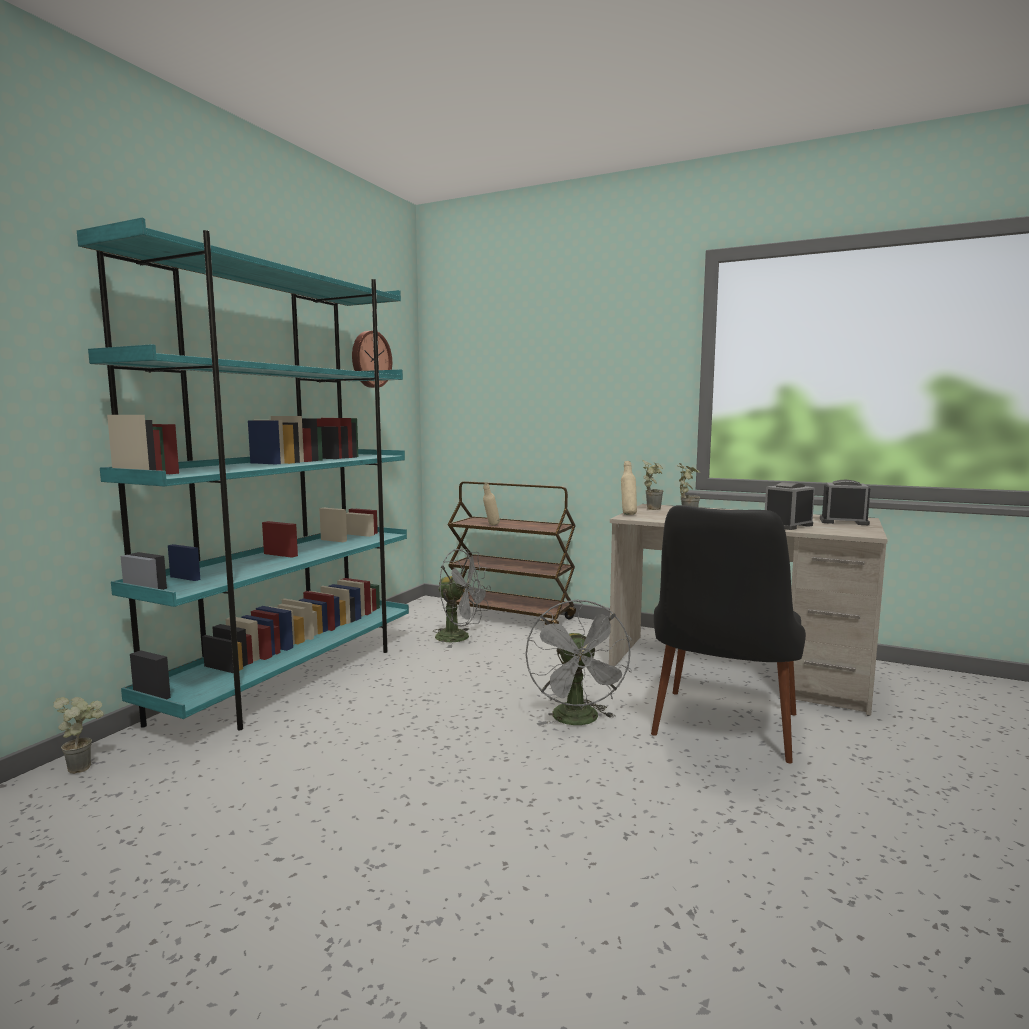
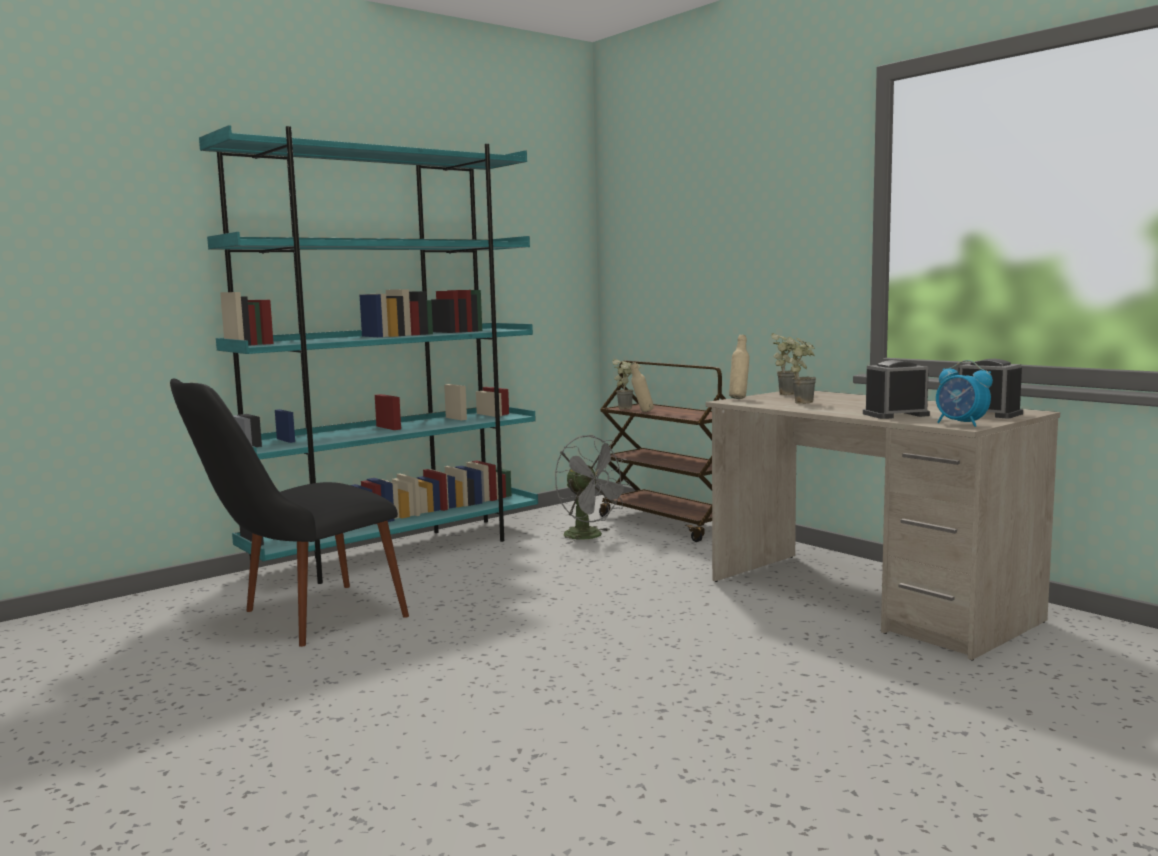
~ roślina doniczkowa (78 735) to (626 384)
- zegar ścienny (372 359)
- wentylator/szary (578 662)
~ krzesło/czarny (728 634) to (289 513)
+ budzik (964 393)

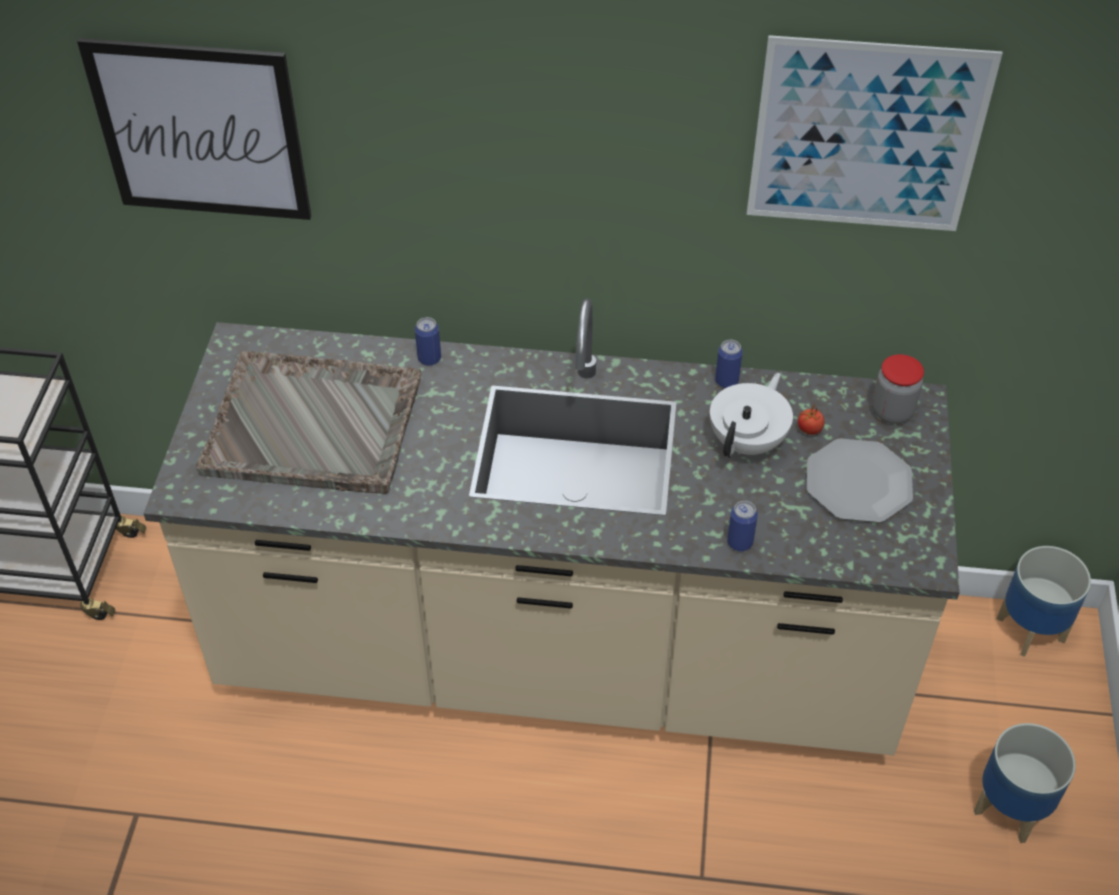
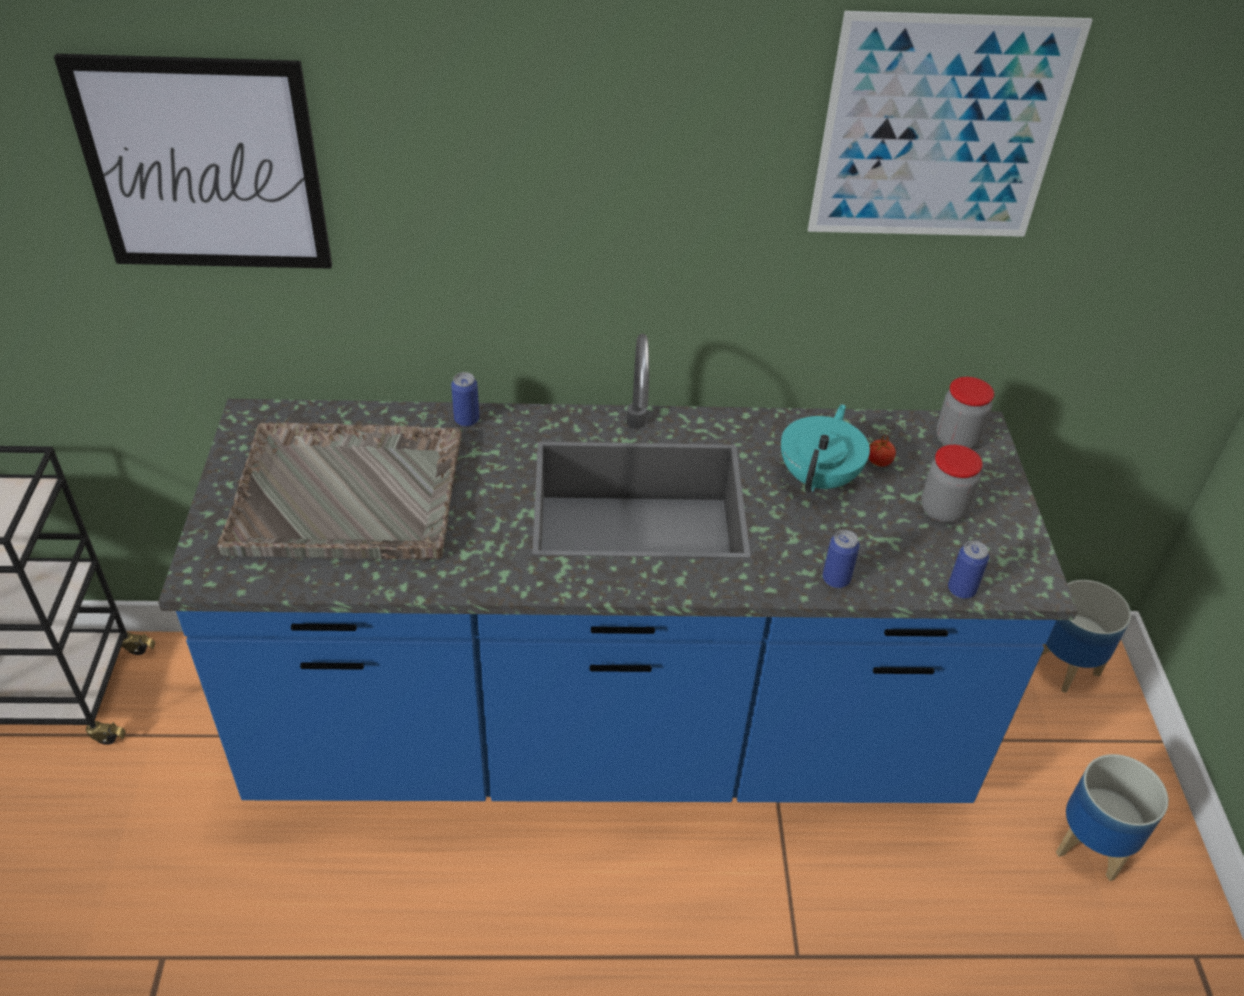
~ zabudowa kuchenna/beżowy (551 526) to zabudowa kuchenna/niebieski (618 568)
~ imbryk/biały (751 415) to imbryk/turkusowy (825 448)
~ puszka (729 364) to (968 570)
~ talerz (860 480) to słoik (952 484)

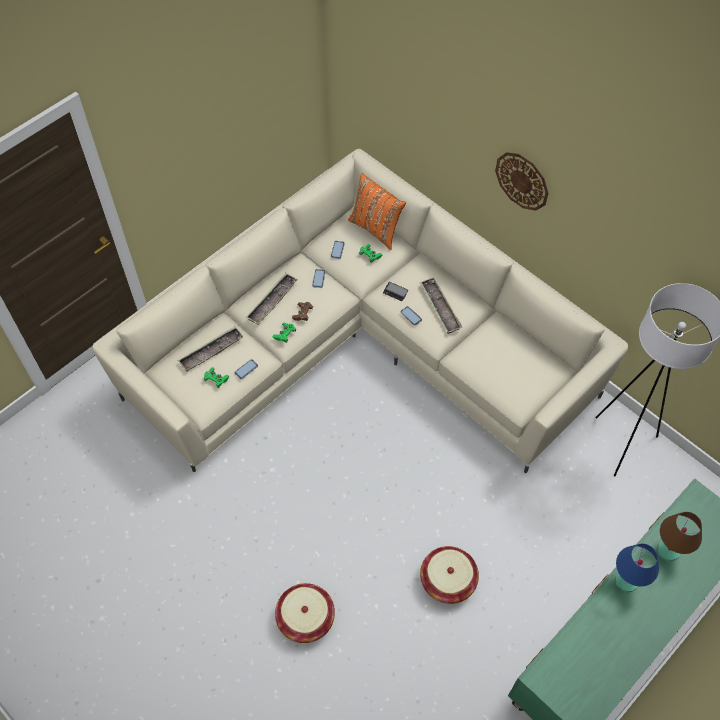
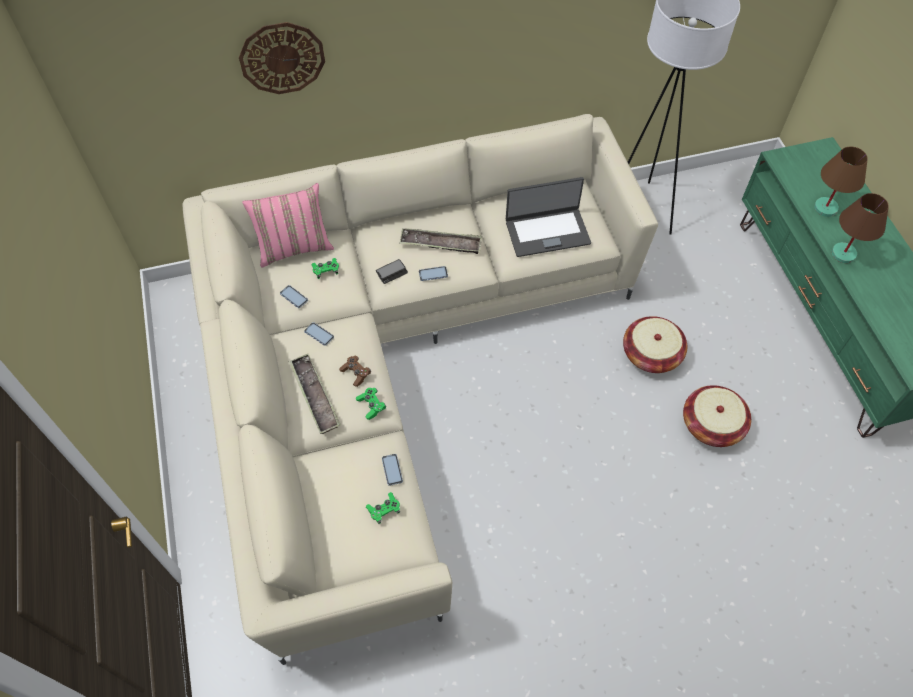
- taca (210 349)
~ koszyk (305 613) to (655 344)
~ poduszka/pomarańczowy (377 211) to poduszka/różowy (288 225)
~ zegar ścienny (521 181) to (282 58)
~ lampa stołowa/niebieski (637 567) to lampa stołowa/brązowy (860 228)
+ laptop (548 217)

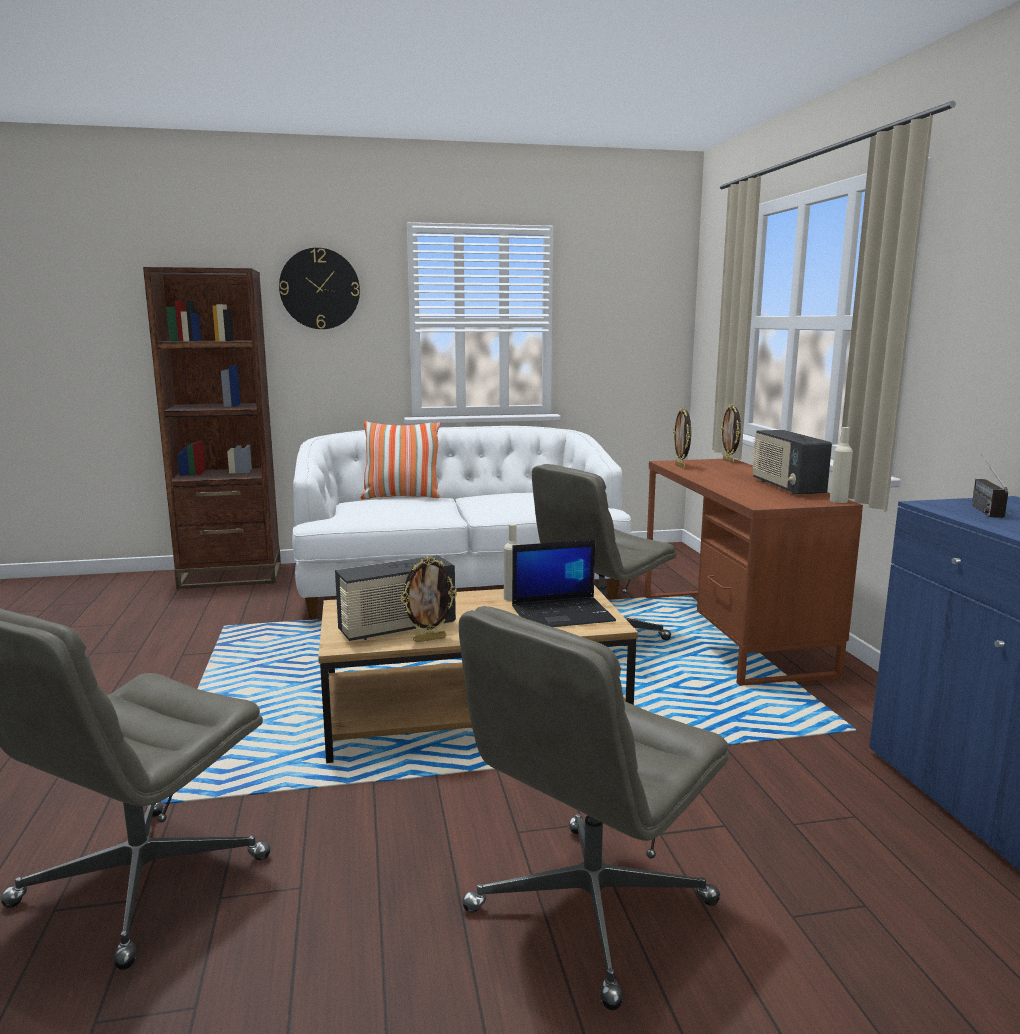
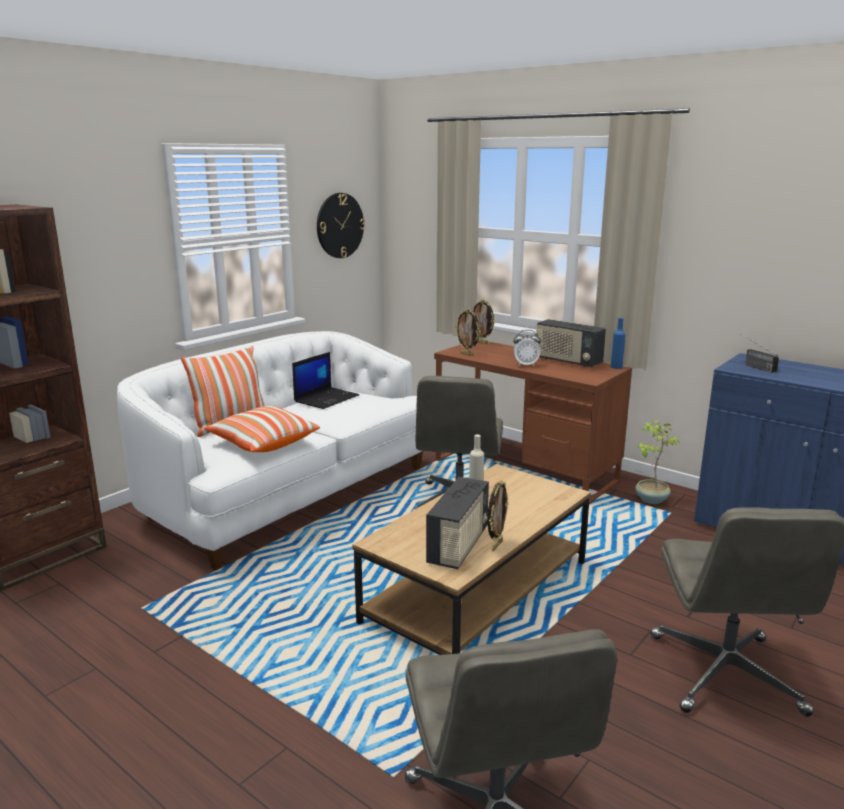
~ zegar ścienny (319 288) to (341 225)
~ laptop (564 583) to (325 380)
~ butelka/beżowy (841 465) to butelka/niebieski (618 343)
+ poduszka (262 429)
+ budzik (527 348)
+ roślina doniczkowa (657 462)

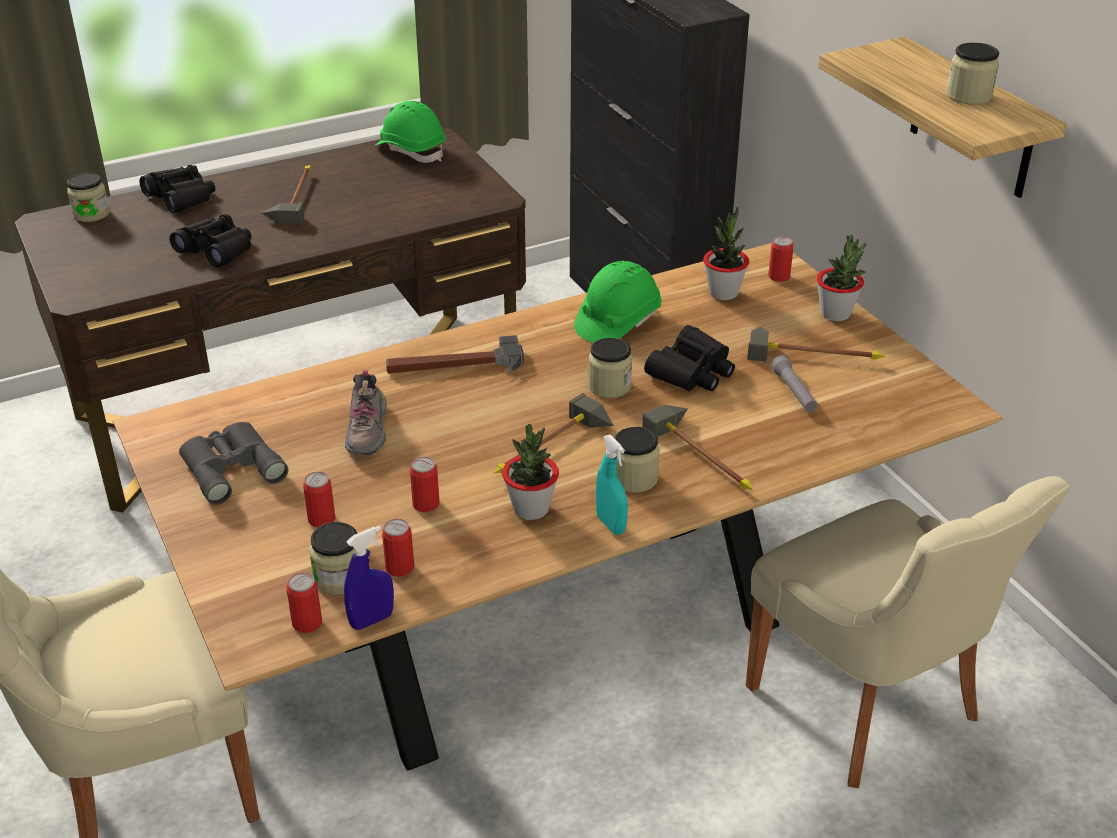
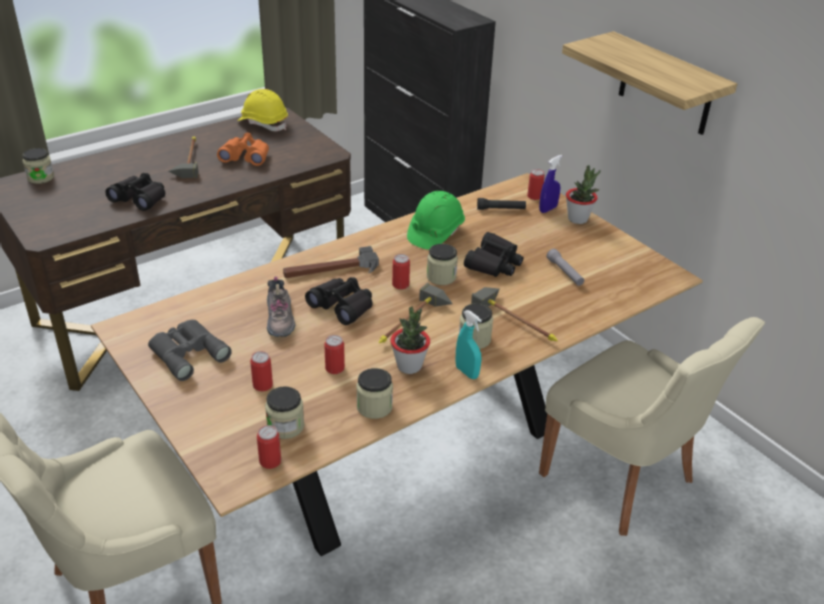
~ lornetka/czarny (177 189) to (339 301)
~ spryskiwacz/niebieski (369 578) to (550 184)
~ kask/zielony (410 132) to kask/żółty (262 110)
~ puszka (398 547) to (401 272)
~ roślina doniczkowa (726 253) to latarka/czarny (501 204)
- młotek (816 344)
~ słoik (972 73) to (374 393)
+ lornetka/pomarańczowy (243 149)

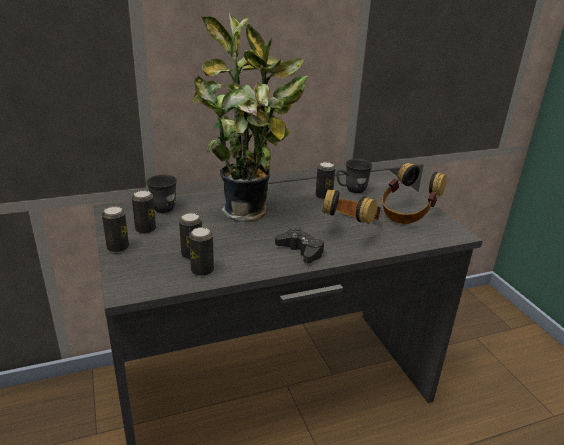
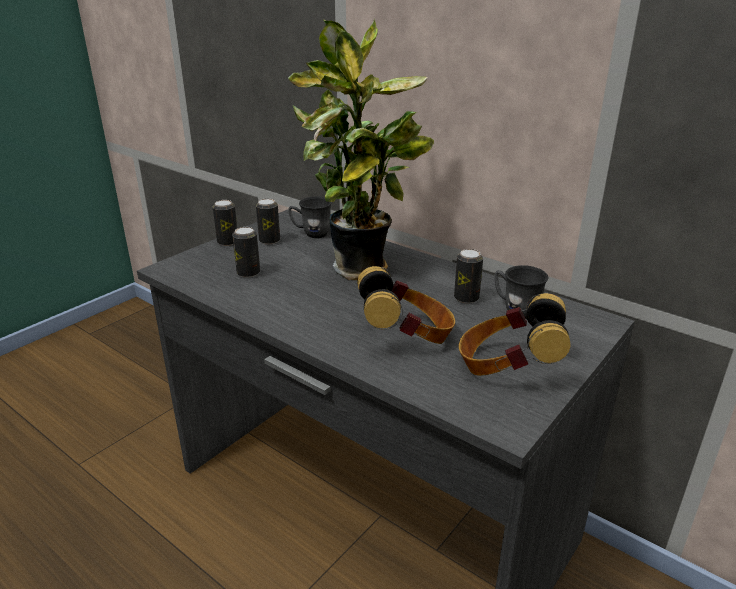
- puszka (201 251)
- pad do gier/czarny (299 245)

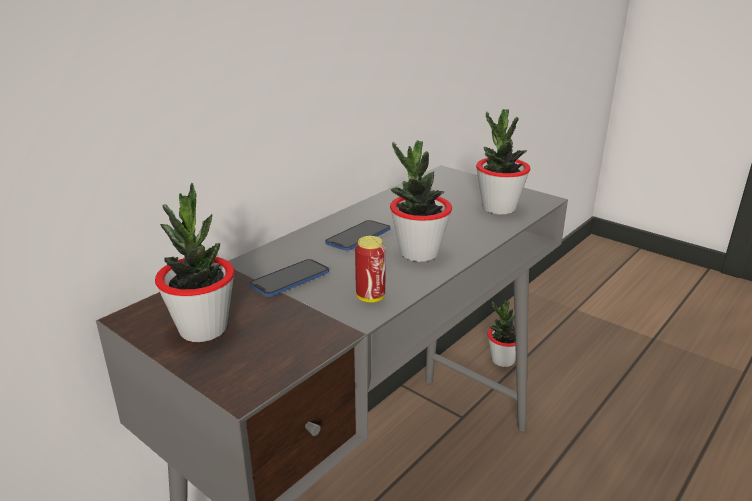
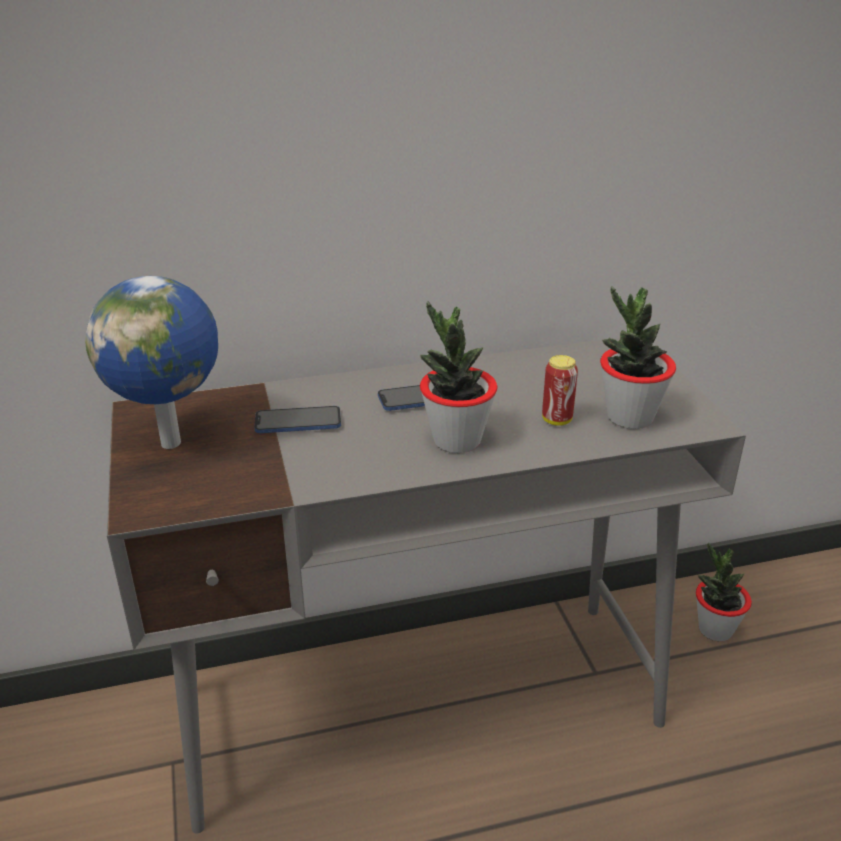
~ roślina doniczkowa (195 262) to globus (151 362)
~ puszka (370 269) to (560 390)

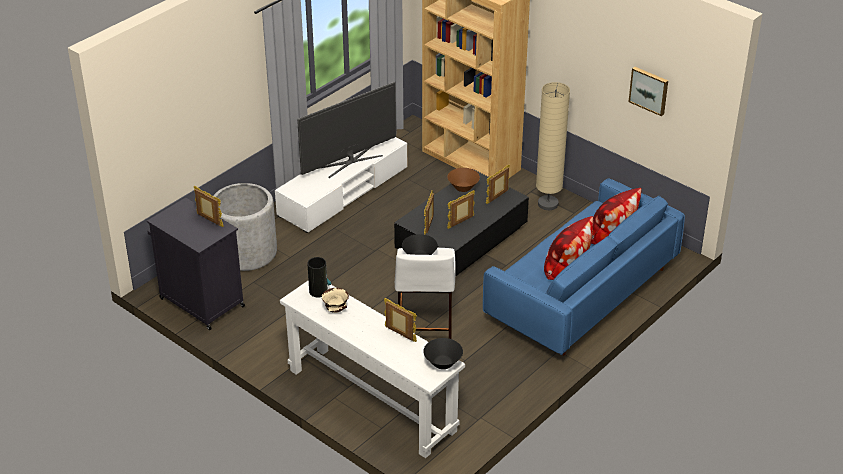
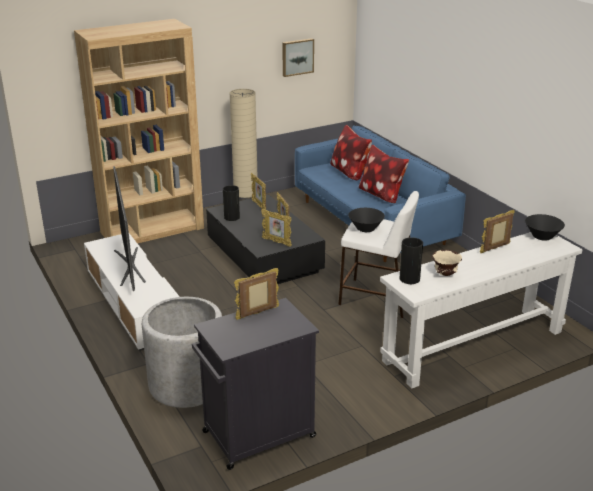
~ miska/brązowy (463 180) to wazon (231 203)

